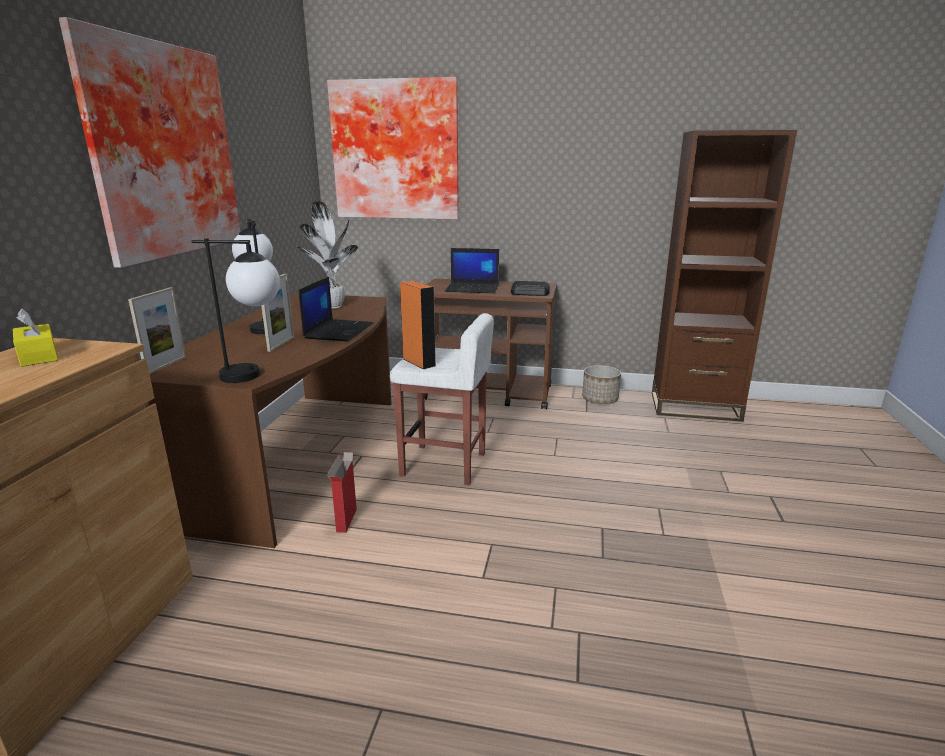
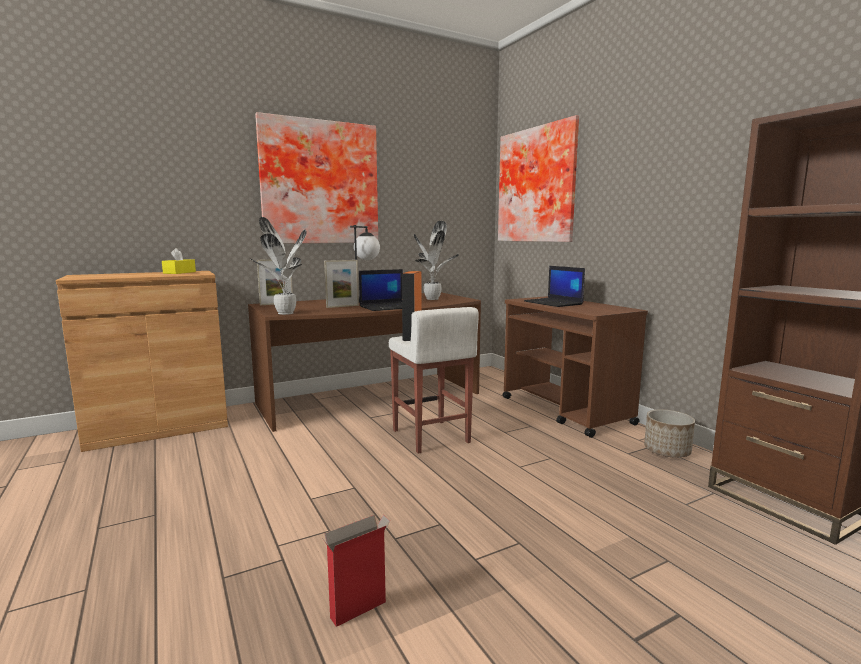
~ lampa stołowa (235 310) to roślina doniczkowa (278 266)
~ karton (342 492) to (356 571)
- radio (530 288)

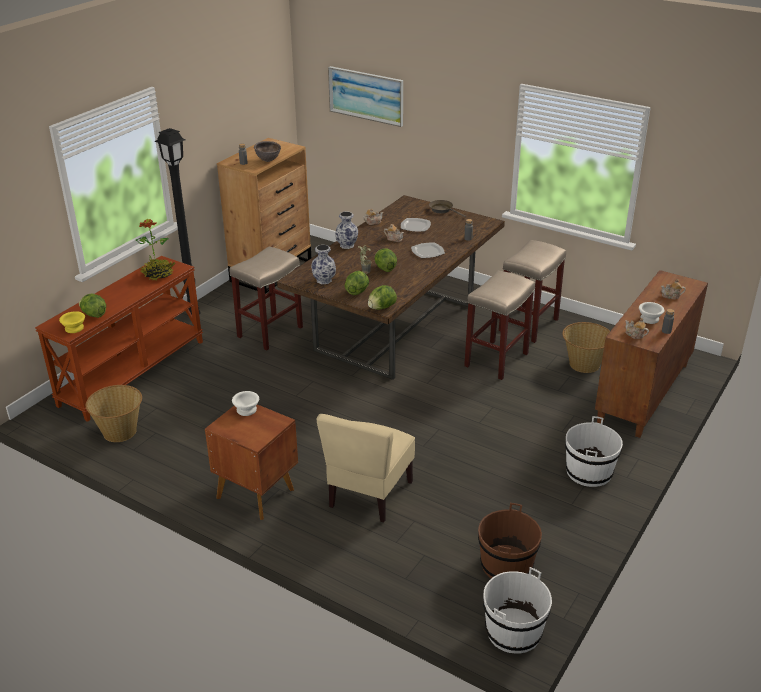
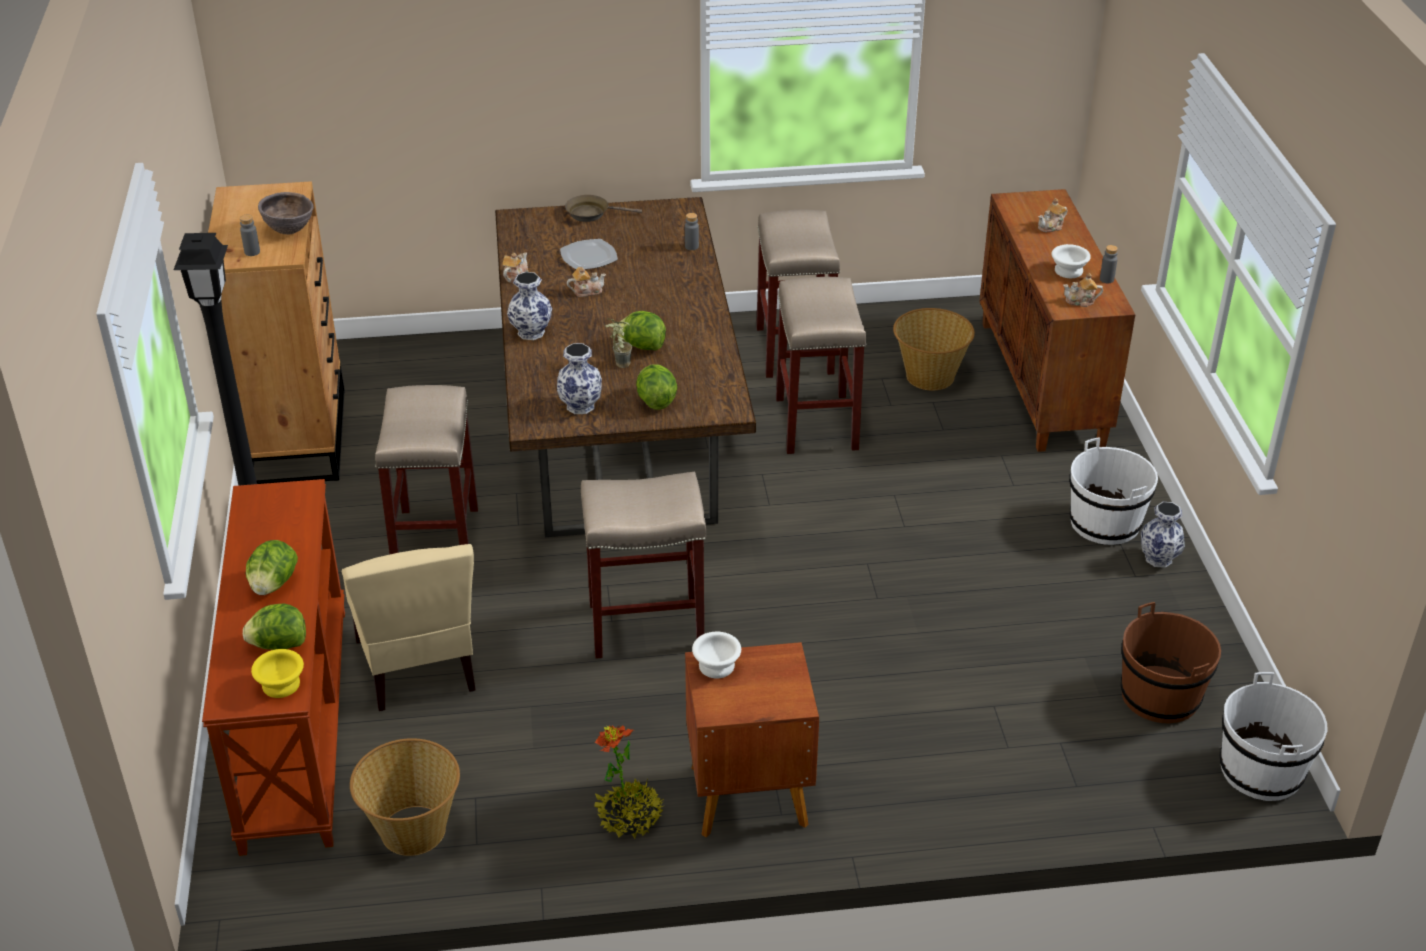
~ roślina doniczkowa (155 249) to (629 781)
~ krzesło/beżowy (366 468) to (409 627)
- obraz (365 96)
~ sałata (382 297) to (272 567)
- talerz (428 250)
+ stołek/beżowy (643 565)
+ wazon (1162 535)

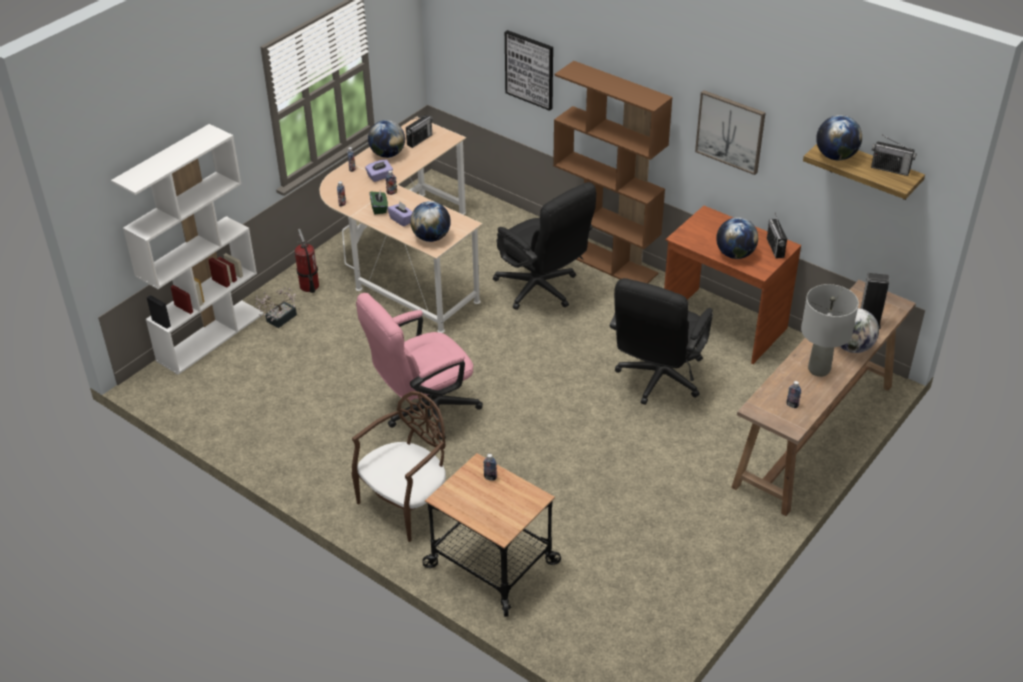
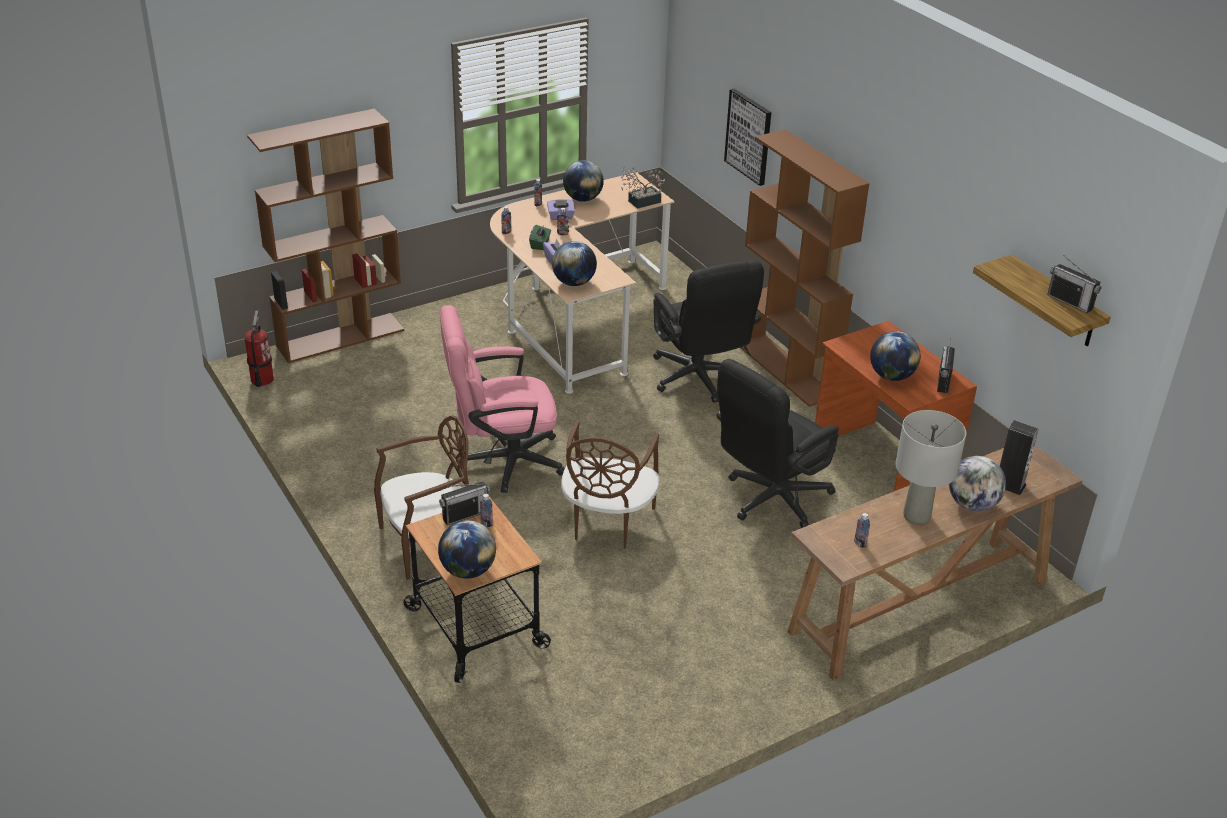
~ regał/biały (187 249) to regał/brązowy (325 235)
~ roślina doniczkowa (276 307) to (643 188)
~ gaśnica (307 261) to (259 348)
~ radio (419 131) to (464 503)
- obraz (730 132)
~ globus (839 137) to (467 549)
+ krzesło/brązowy (610 485)

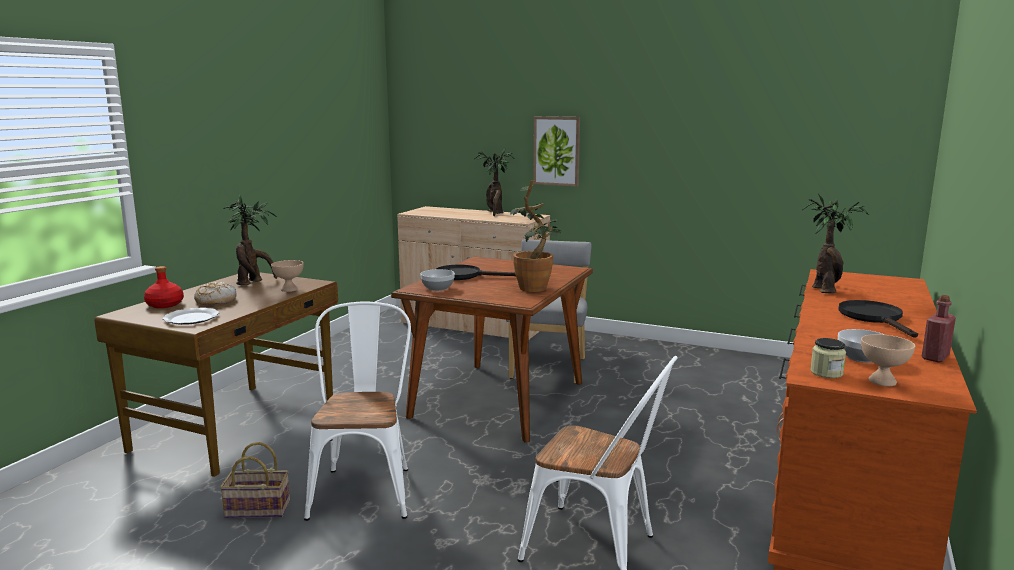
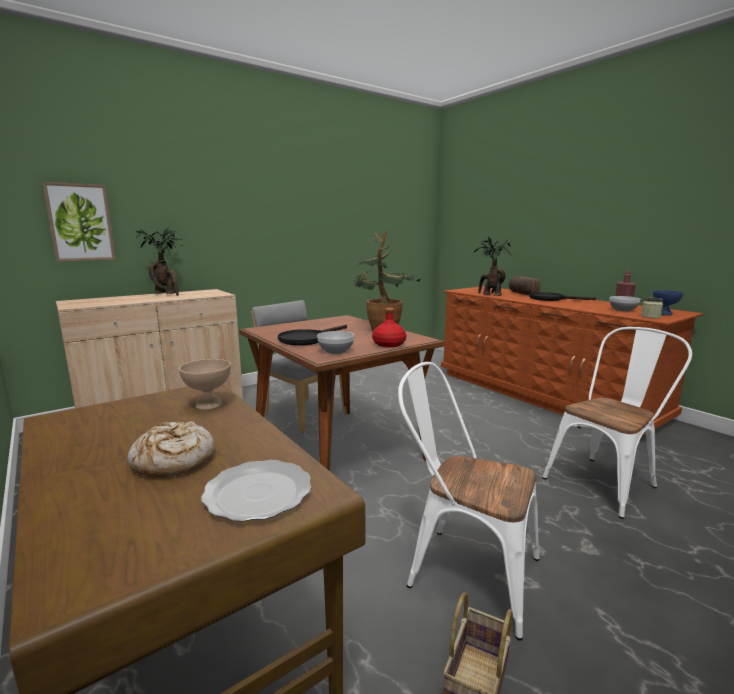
~ butelka/czerwony (164 287) to (389 327)
- roślina doniczkowa (250 240)
~ obraz (556 151) to (79 222)
~ miska/beżowy (888 360) to miska/niebieski (668 302)
+ chleb (525 285)

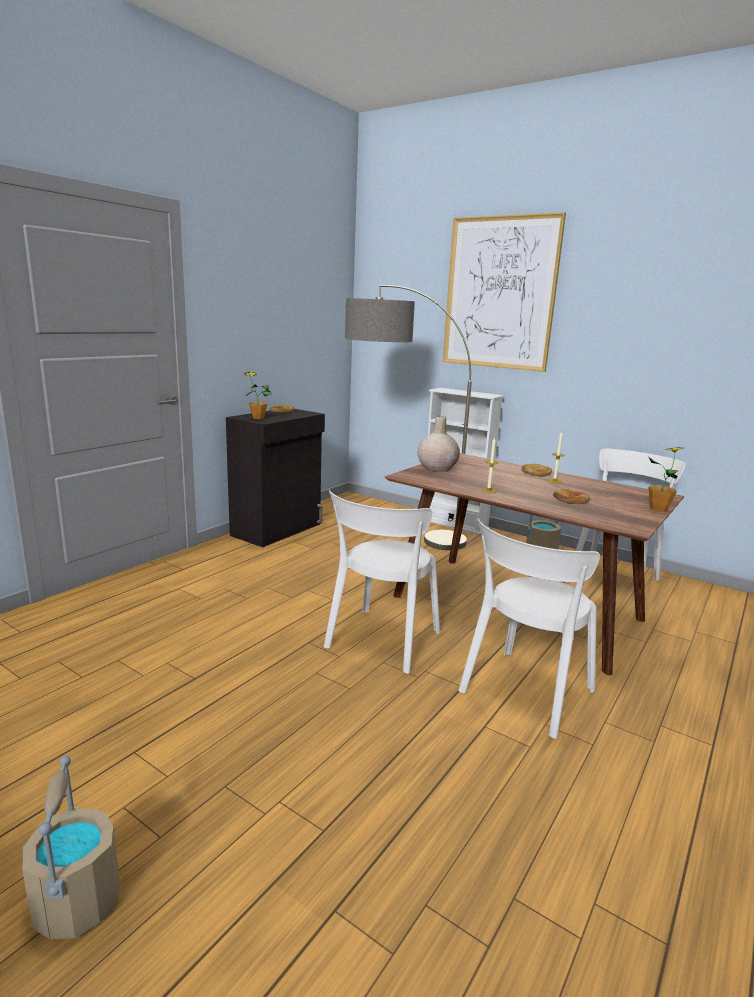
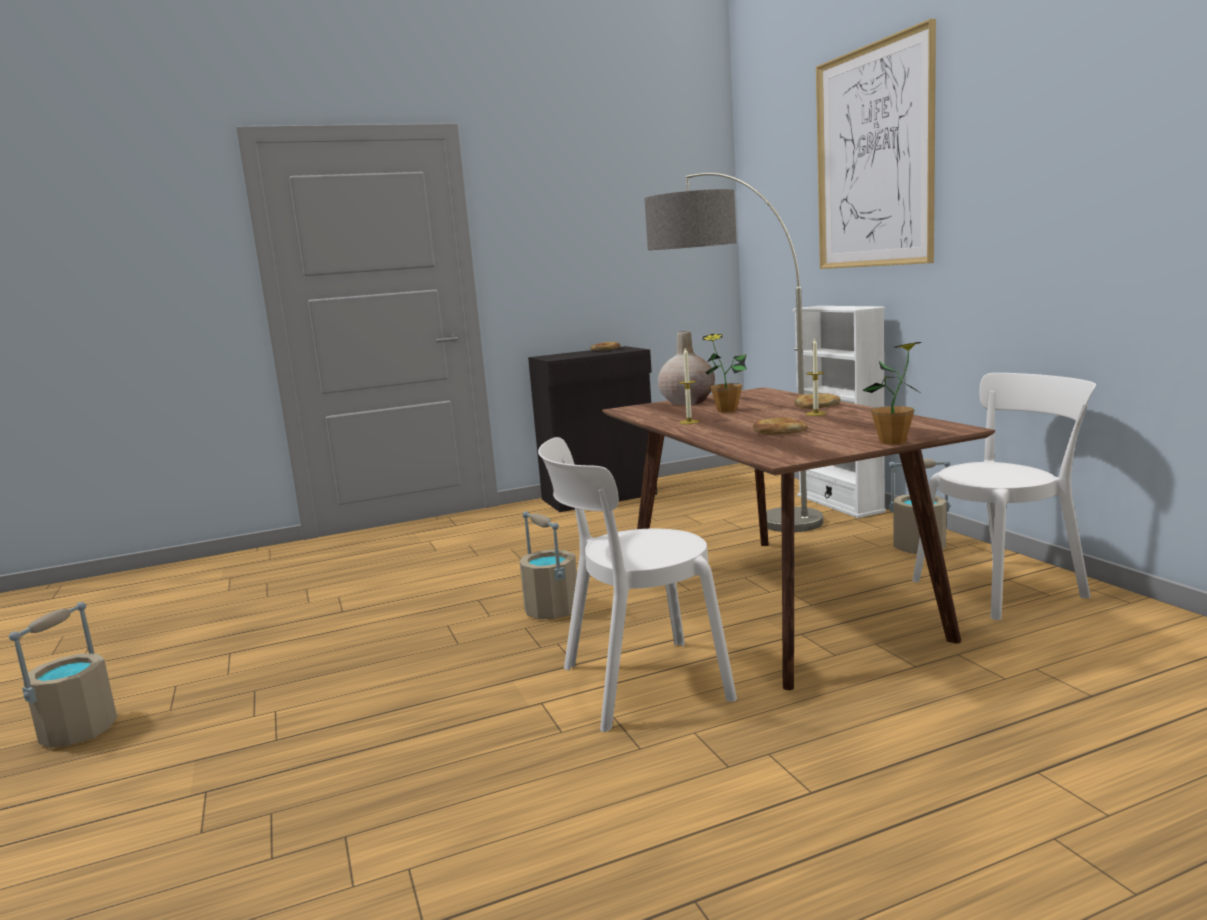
~ roślina doniczkowa (258 395) to (725 373)
~ krzesło/biały (382 582) to wiadro/beżowy (548 565)

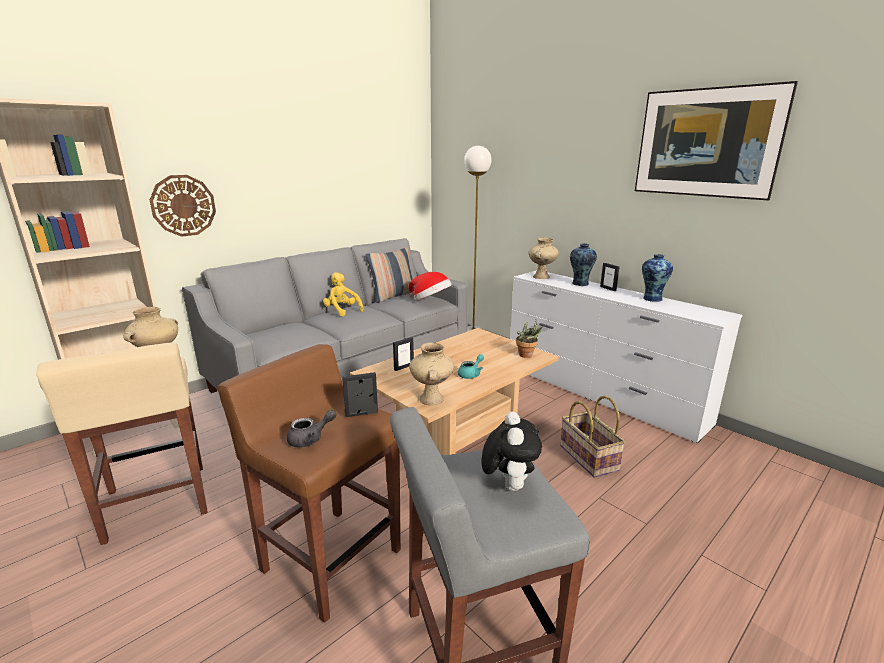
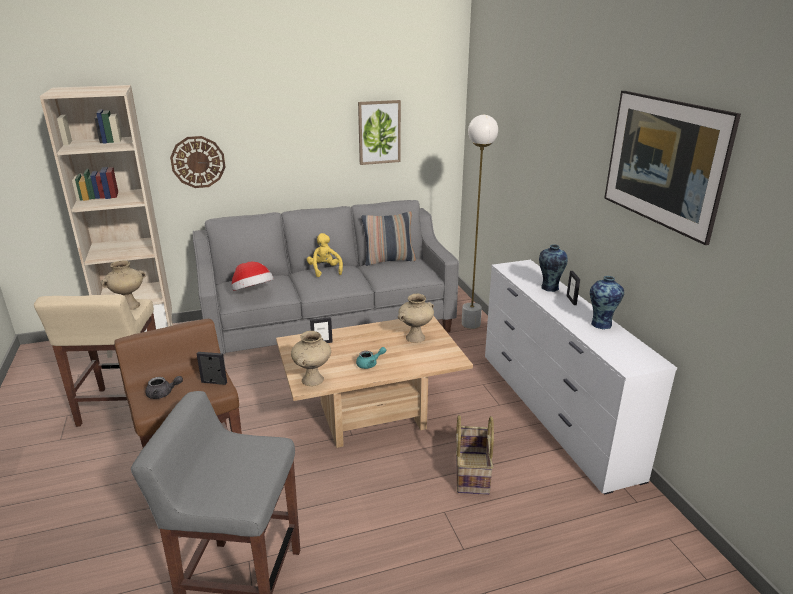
~ kapelusz (430 286) to (252 276)
- pluszak (511 451)
- roślina doniczkowa (529 339)
~ wazon/beżowy (544 258) to (416 318)
+ obraz (379 132)

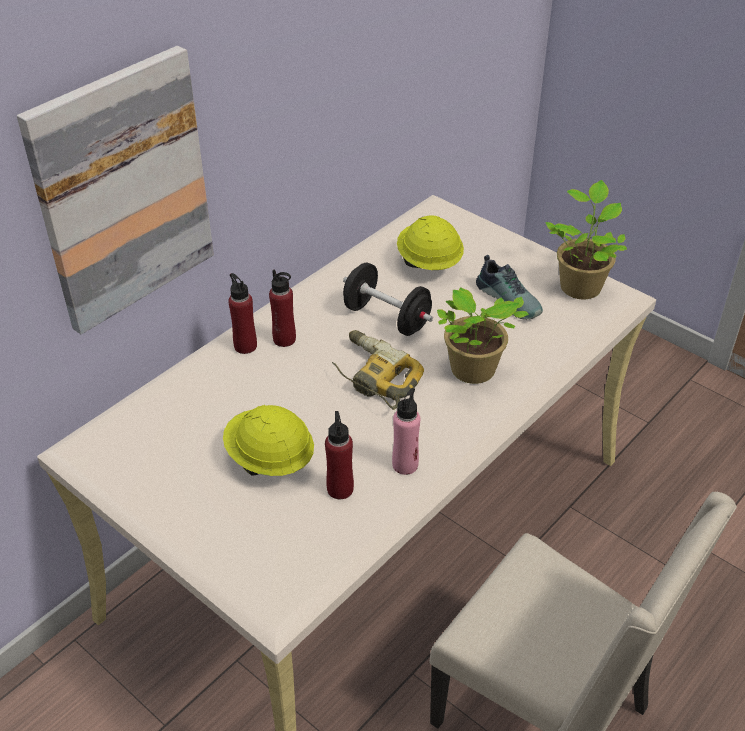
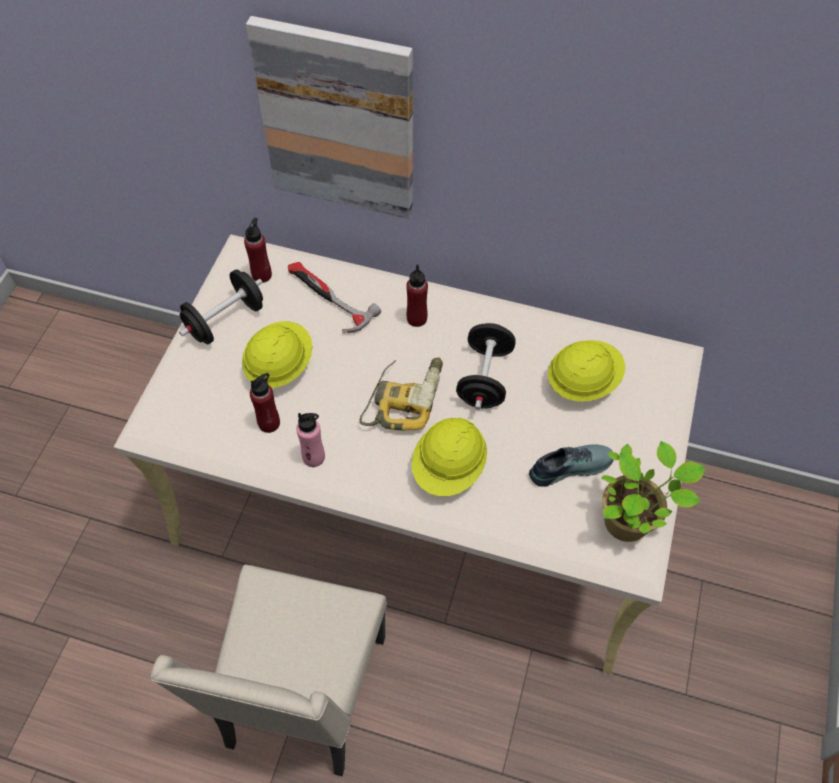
~ butelka/czerwony (242 313) to (258 250)
~ roślina doniczkowa (483 335) to kask/żółty (449 457)
~ but (509 287) = (571 465) 135 degrees counterclockwise
+ hantel/czarny (221 306)
+ młotek (334 297)

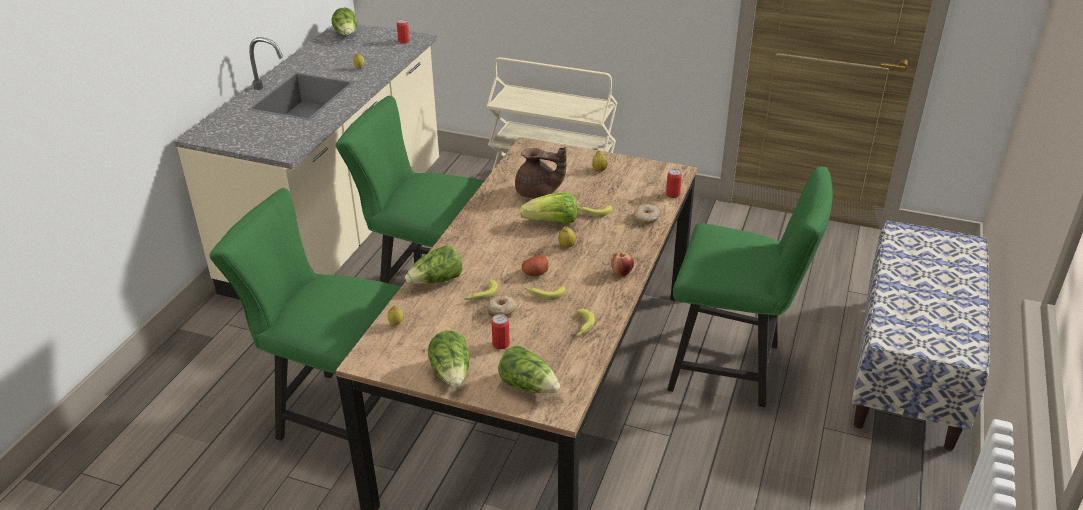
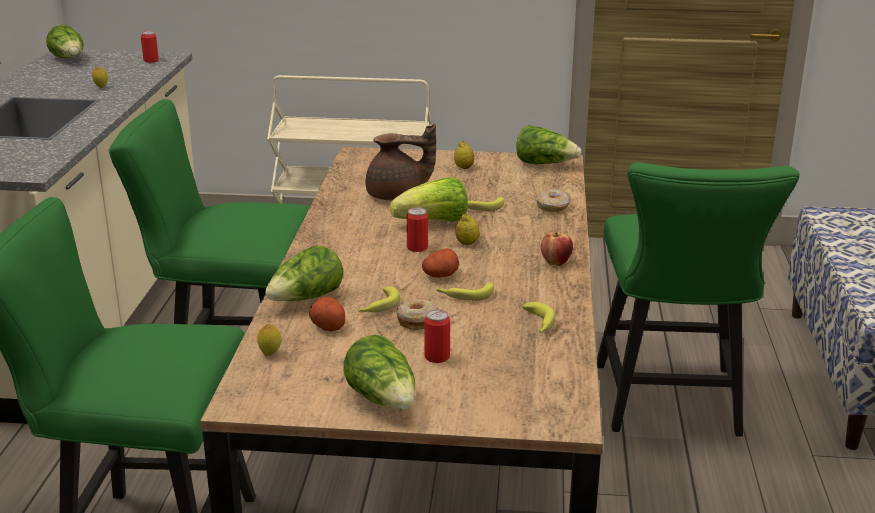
~ sałata (529 369) to (548 144)
~ puszka (674 183) to (417 229)
~ krzesło/zielony (750 287) = (698 299) 90 degrees clockwise
+ ziemniak (327 314)

